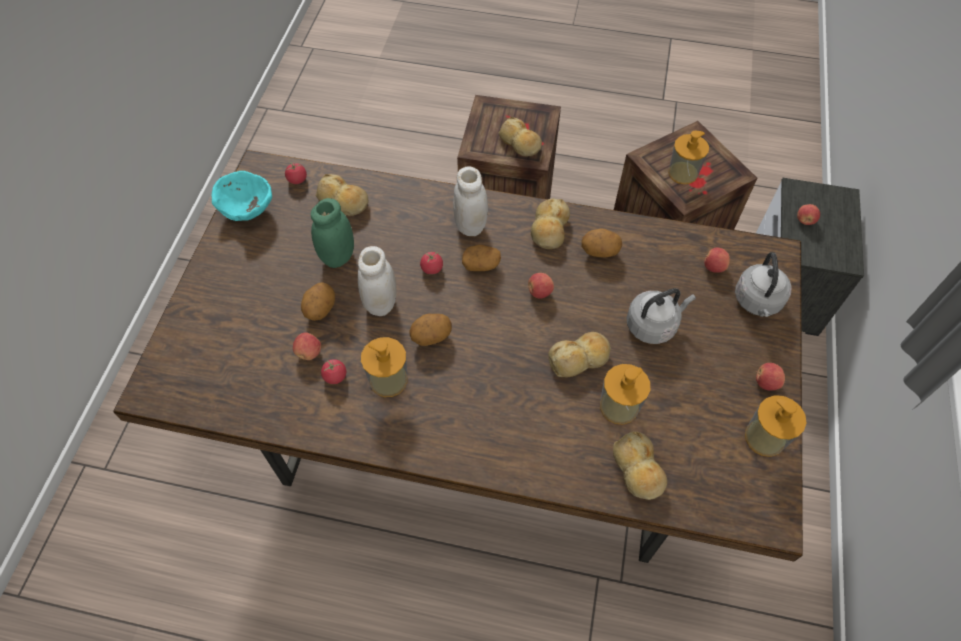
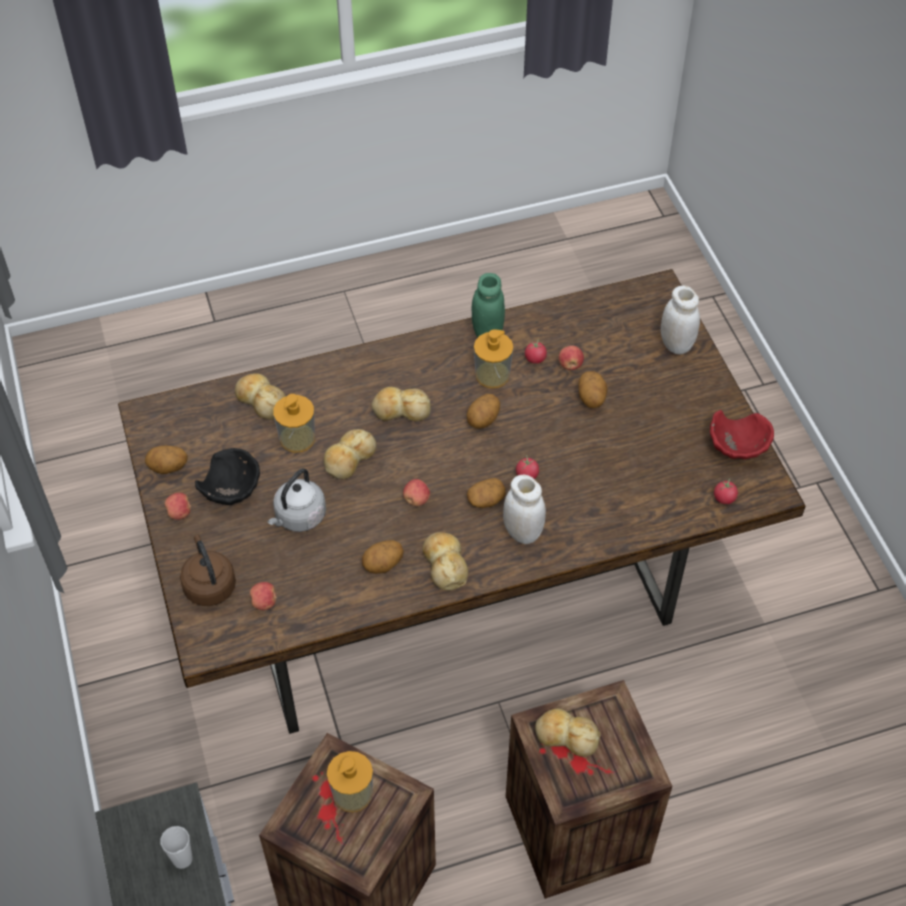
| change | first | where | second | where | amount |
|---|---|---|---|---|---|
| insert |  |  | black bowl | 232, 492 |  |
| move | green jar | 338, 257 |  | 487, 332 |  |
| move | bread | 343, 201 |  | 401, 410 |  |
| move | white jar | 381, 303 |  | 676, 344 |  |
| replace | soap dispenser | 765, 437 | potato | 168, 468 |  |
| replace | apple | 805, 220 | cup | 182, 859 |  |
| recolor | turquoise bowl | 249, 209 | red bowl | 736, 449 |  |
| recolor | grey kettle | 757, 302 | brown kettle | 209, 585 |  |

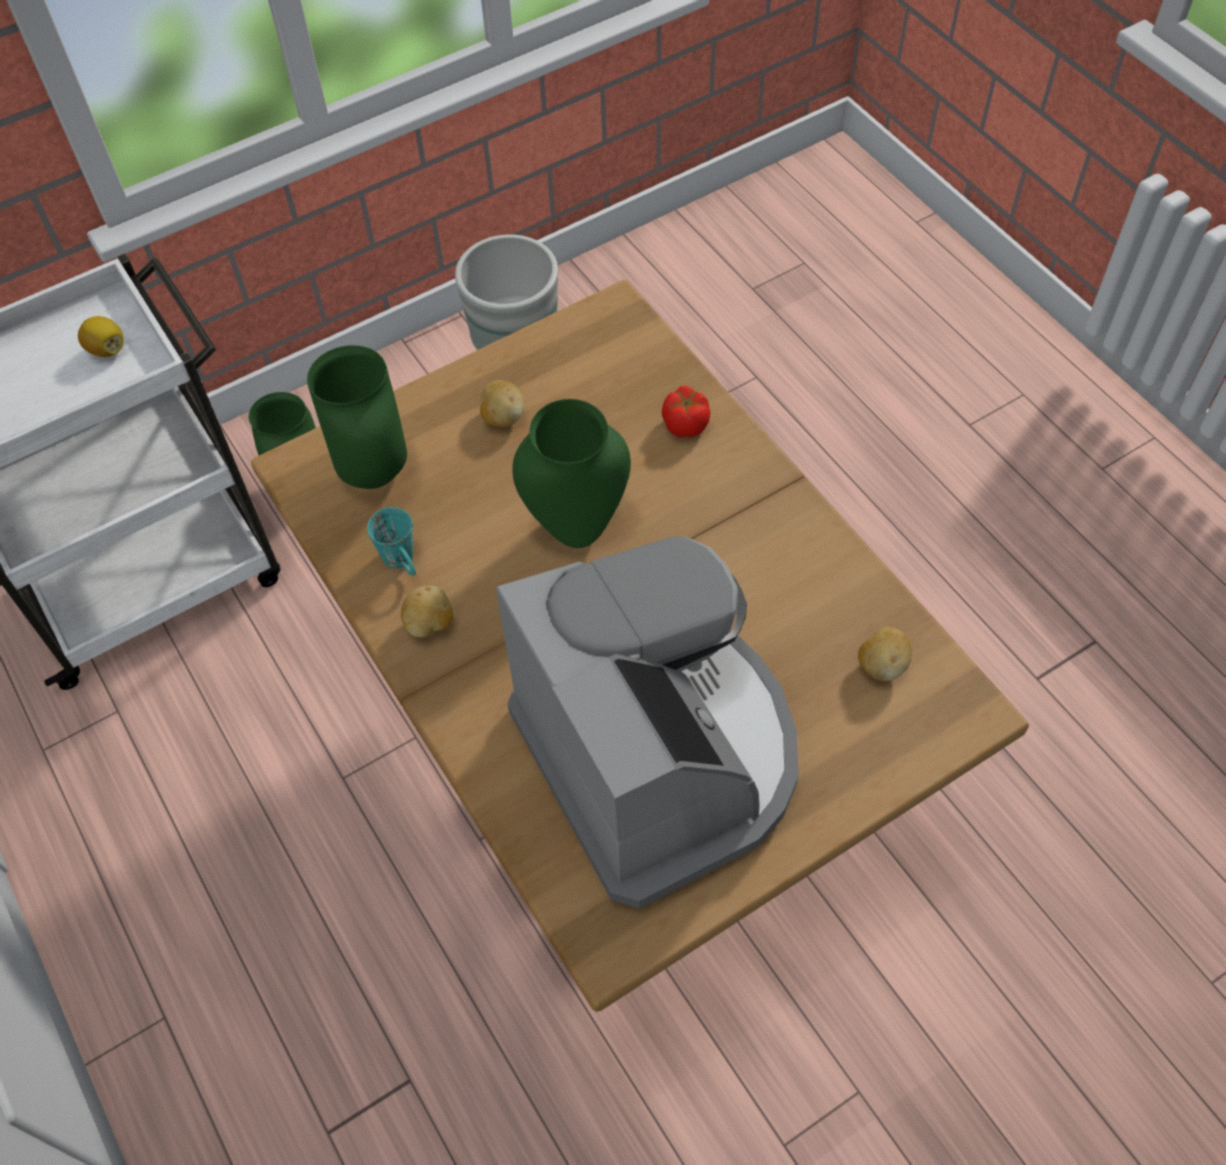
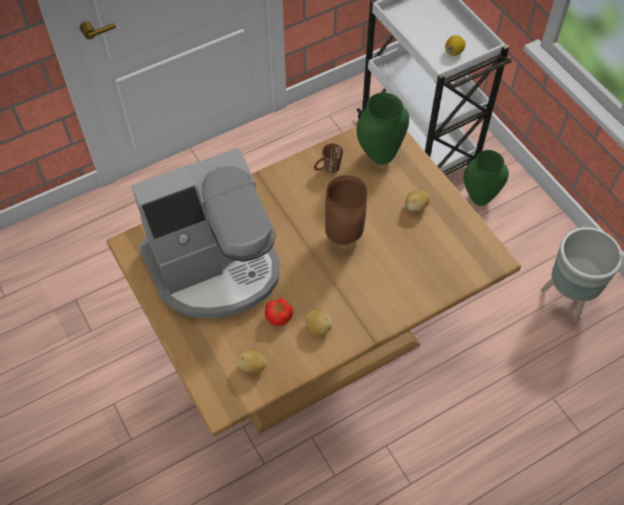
| change | first | where | second | where | amount |
|---|---|---|---|---|---|
| move | potato | 430, 624 |  | 317, 328 |  |
| move | tomato | 685, 424 |  | 279, 317 |  |
| recolor | turquoise mug | 403, 563 | brown mug | 327, 169 |  |
| recolor | green vase | 576, 531 | brown vase | 342, 237 |  |

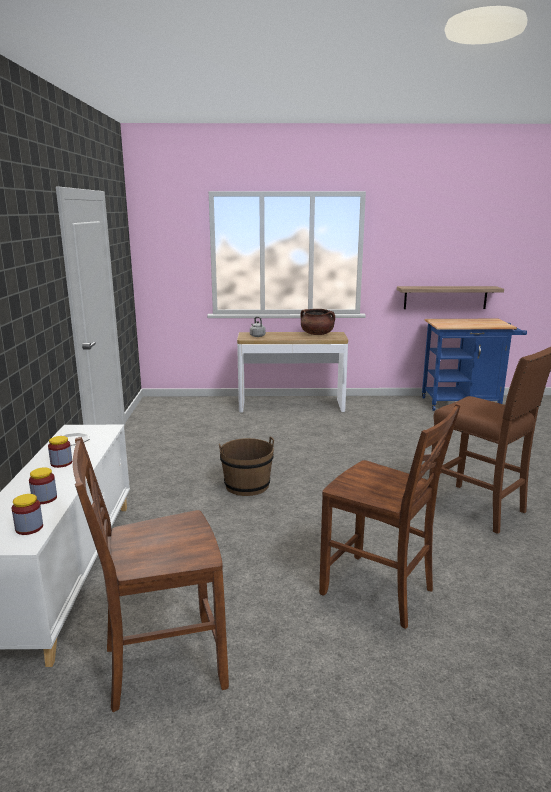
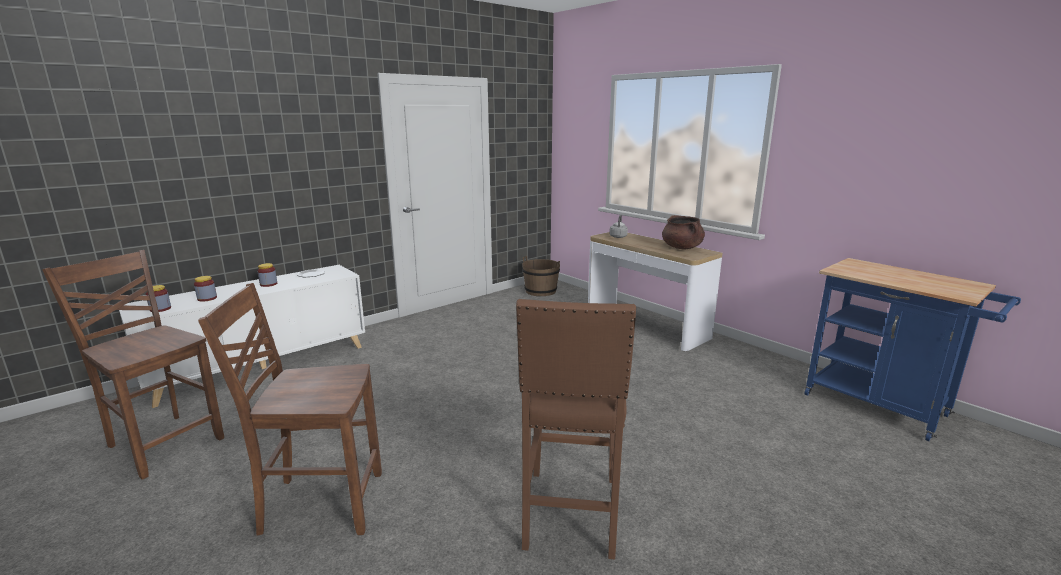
| change | first | where | second | where | amount |
|---|---|---|---|---|---|
| delete | shelf | 445, 297 |  |  |  |
| move | brown bucket | 247, 485 |  | 540, 291 |  |
| rotate | brown chair | 379, 592 |  | 320, 503 | 90 degrees clockwise |

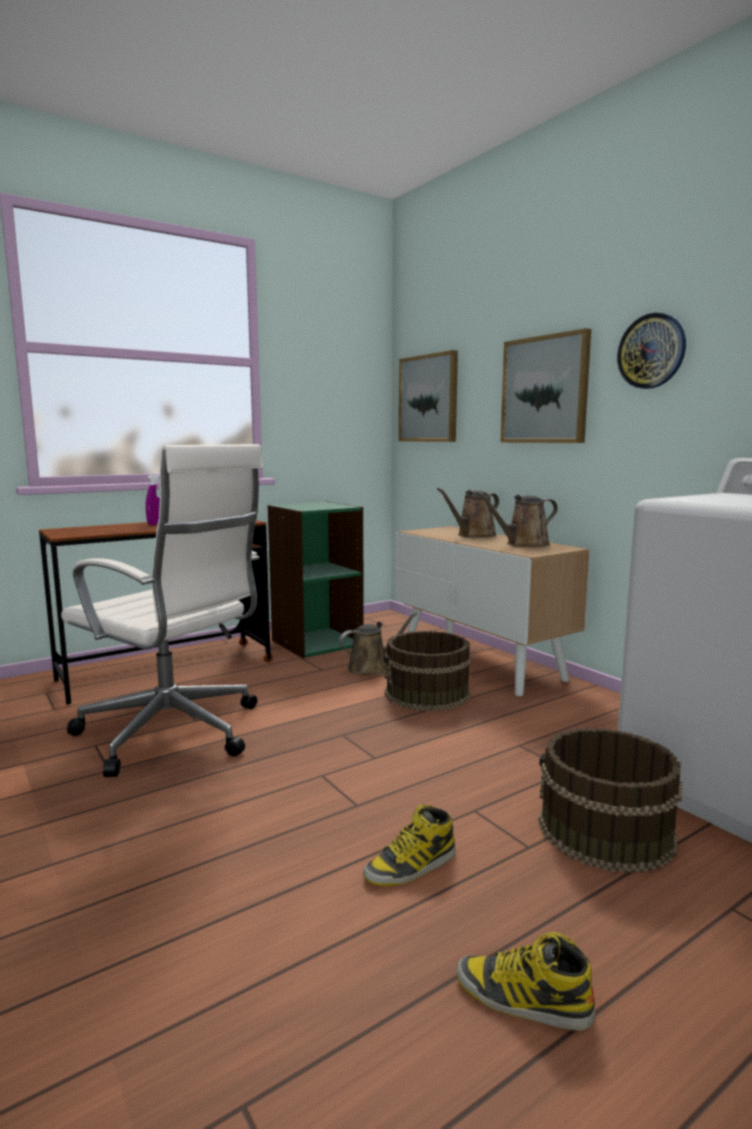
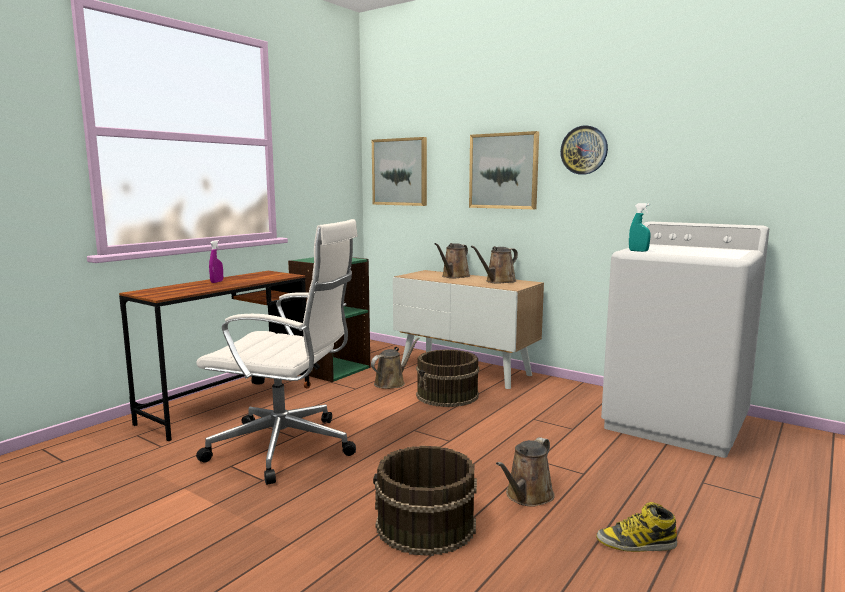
| change | first | where | second | where | amount |
|---|---|---|---|---|---|
| insert |  |  | turquoise spray bottle | 638, 251 |  |
| move | brown bucket | 605, 831 |  | 425, 525 |  |
| replace | boot | 411, 866 | brown watering can | 527, 496 |  |

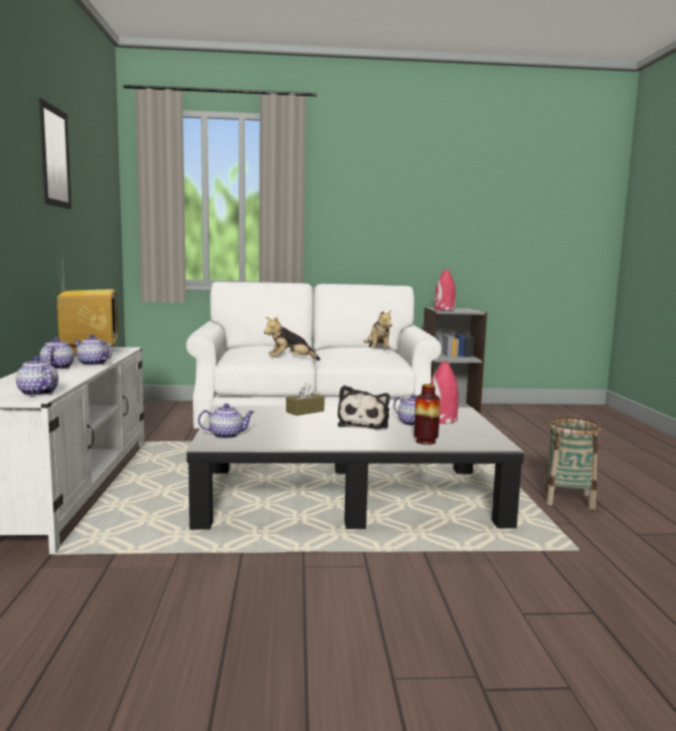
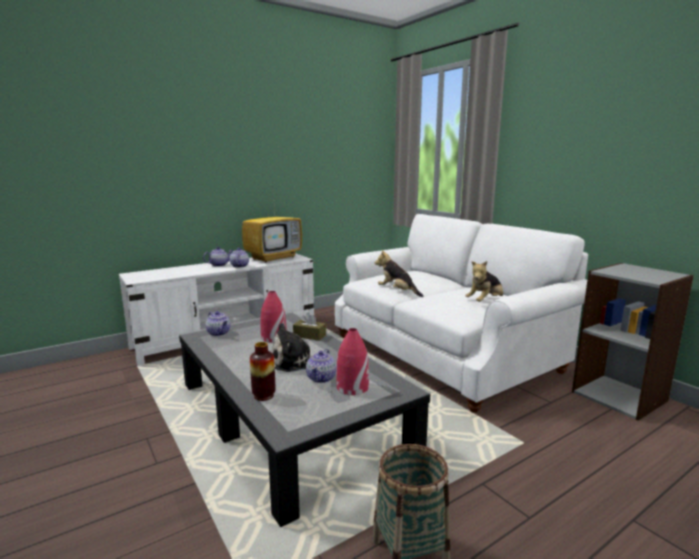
| change | first | where | second | where | amount |
|---|---|---|---|---|---|
| delete | teapot | 37, 393 |  |  |  |
| delete | picture | 55, 157 |  |  |  |
| move | red vase | 444, 309 |  | 273, 338 |  |

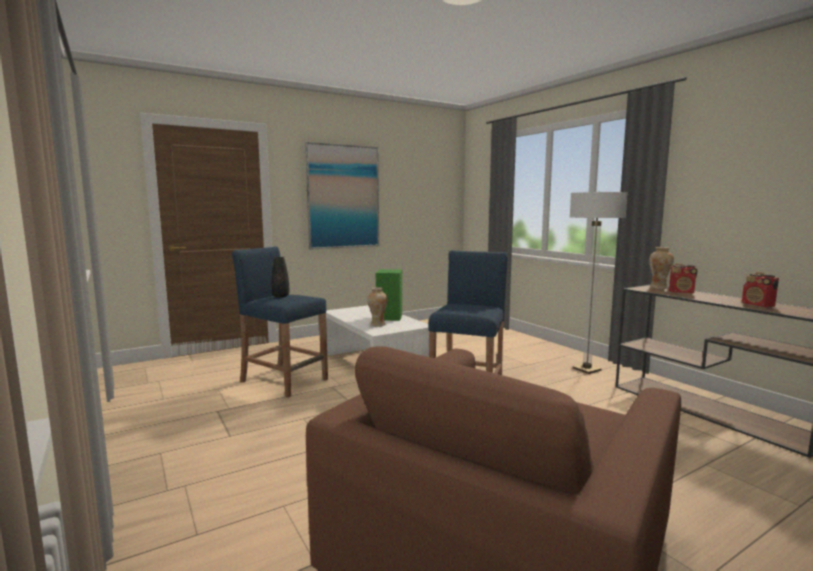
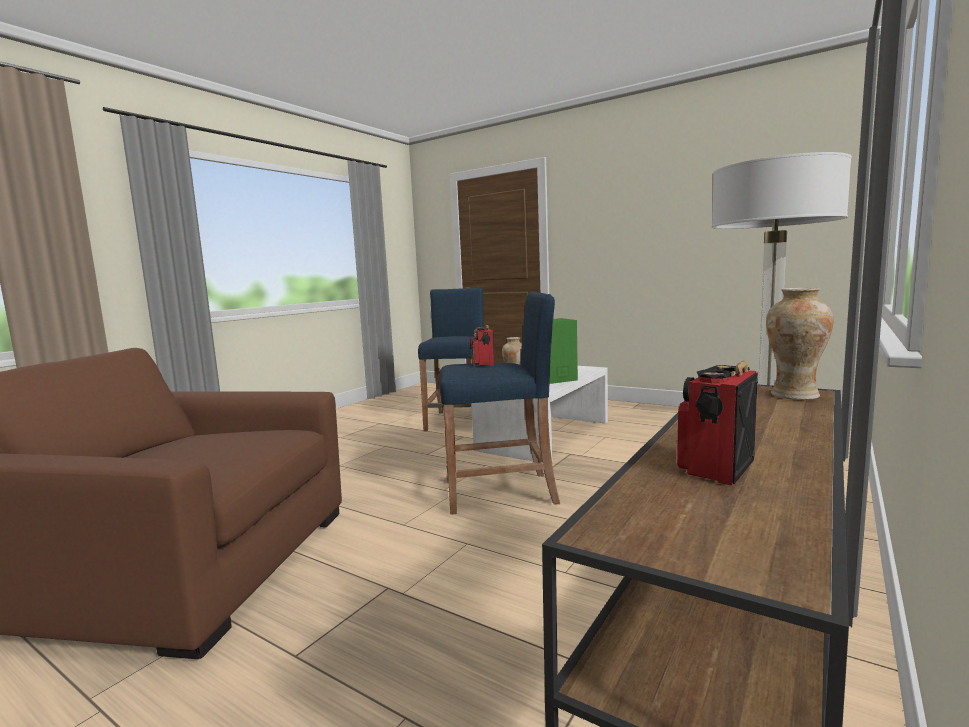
| change | first | where | second | where | amount |
|---|---|---|---|---|---|
| delete | black vase | 280, 296 |  |  |  |
| delete | picture | 343, 197 |  |  |  |
| move | radio | 682, 292 |  | 483, 364 |  |

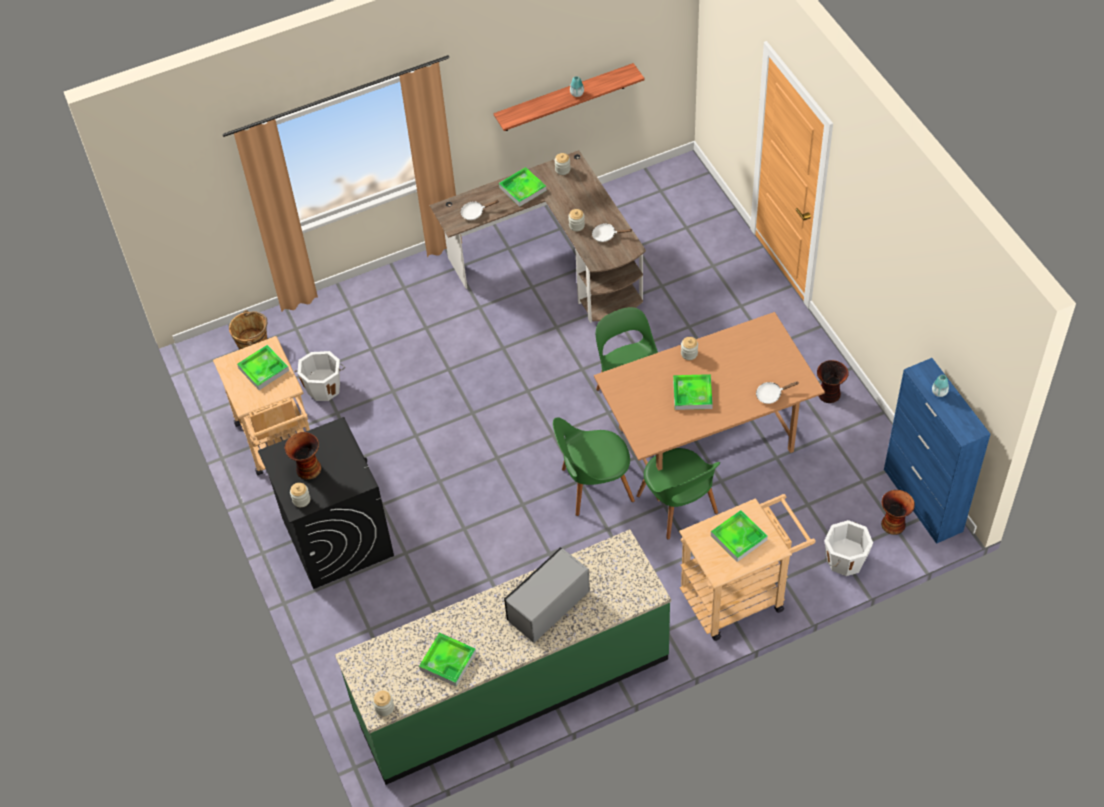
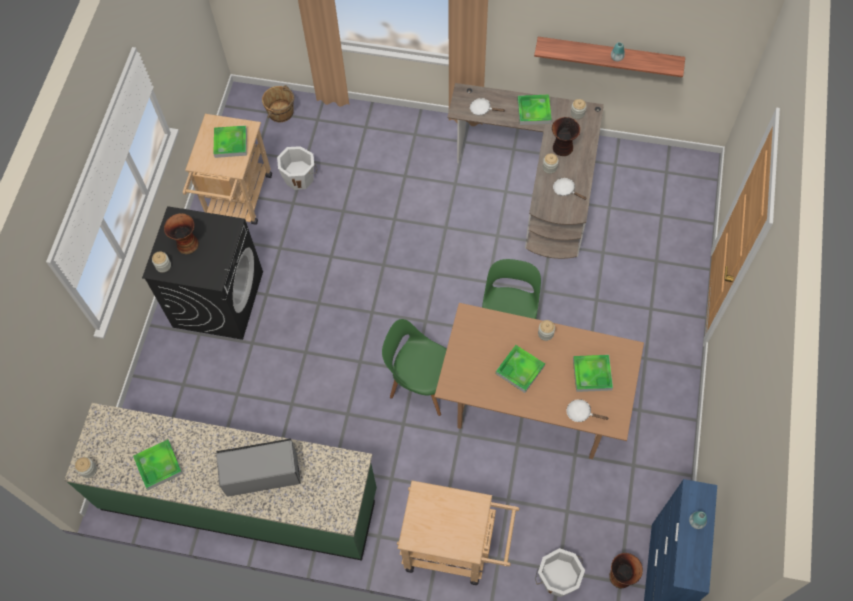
| change | first | where | second | where | amount |
|---|---|---|---|---|---|
| delete | green chair | 678, 507 |  |  |  |
| move | tray | 738, 537 |  | 592, 374 |  |
| move | vase | 829, 394 |  | 562, 148 |  |

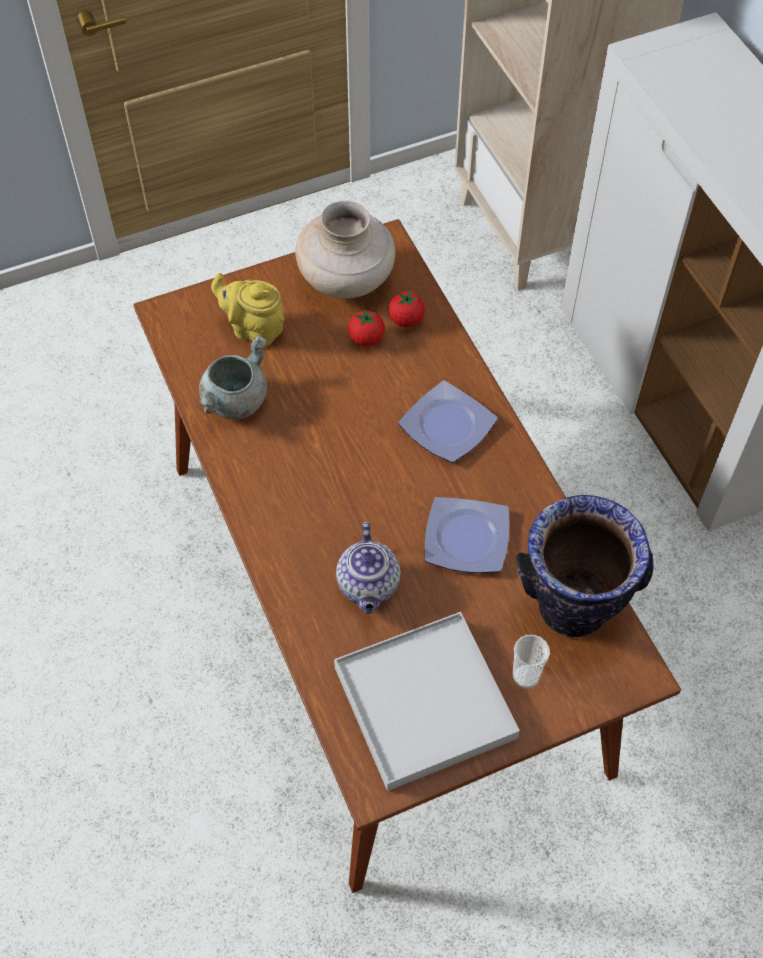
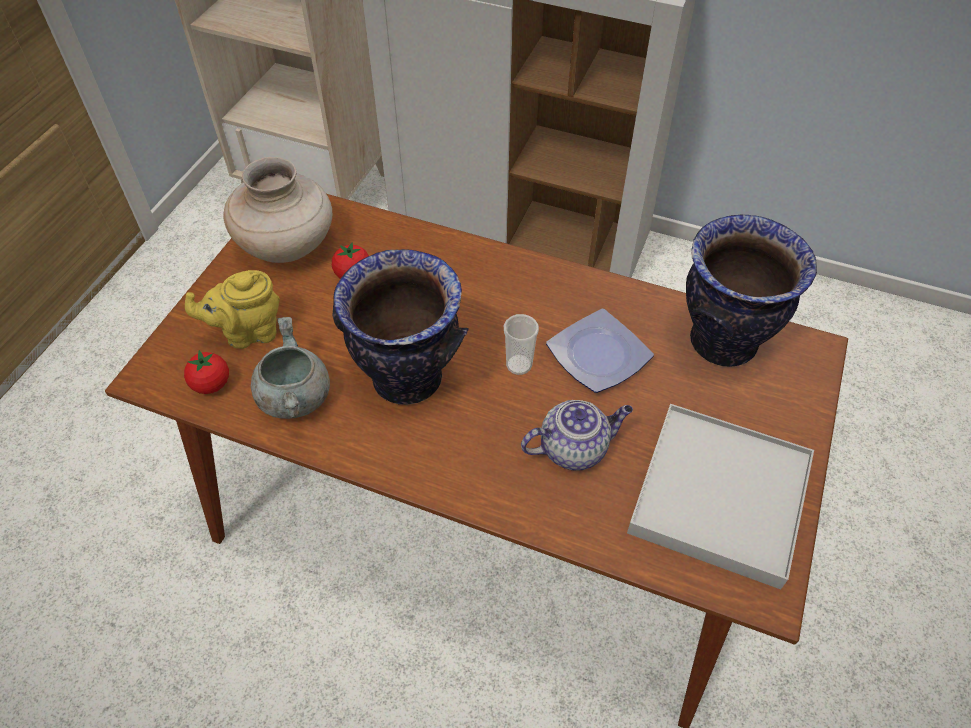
| change | first | where | second | where | amount |
|---|---|---|---|---|---|
| delete | plate | 449, 426 |  |  |  |
| insert |  |  | vase | 406, 379 |  |
| move | tomato | 406, 320 |  | 211, 384 |  |
| move | cup | 525, 676 |  | 519, 365 |  |
| rotate | teapot | 369, 586 |  | 574, 448 | 60 degrees counterclockwise |

